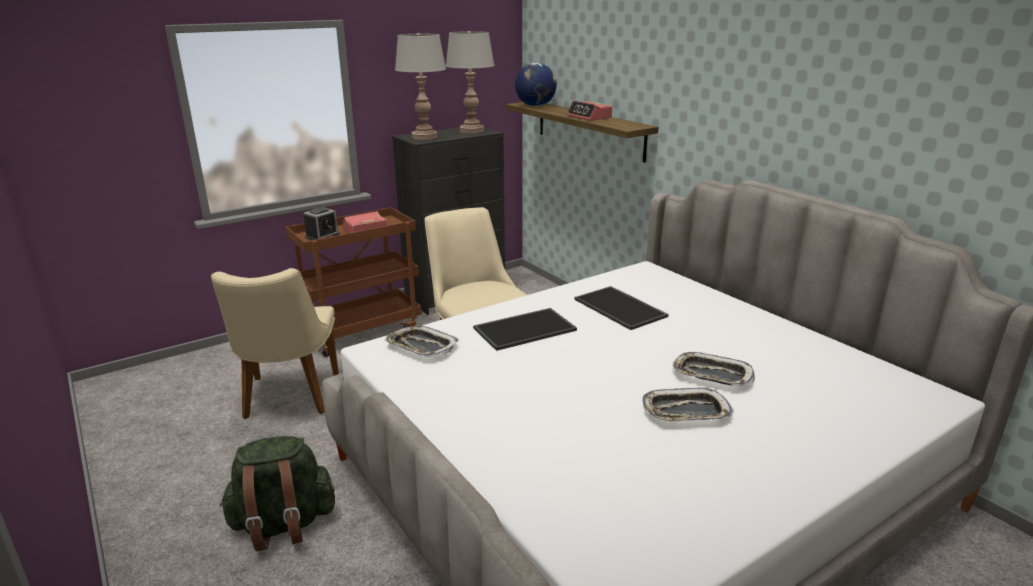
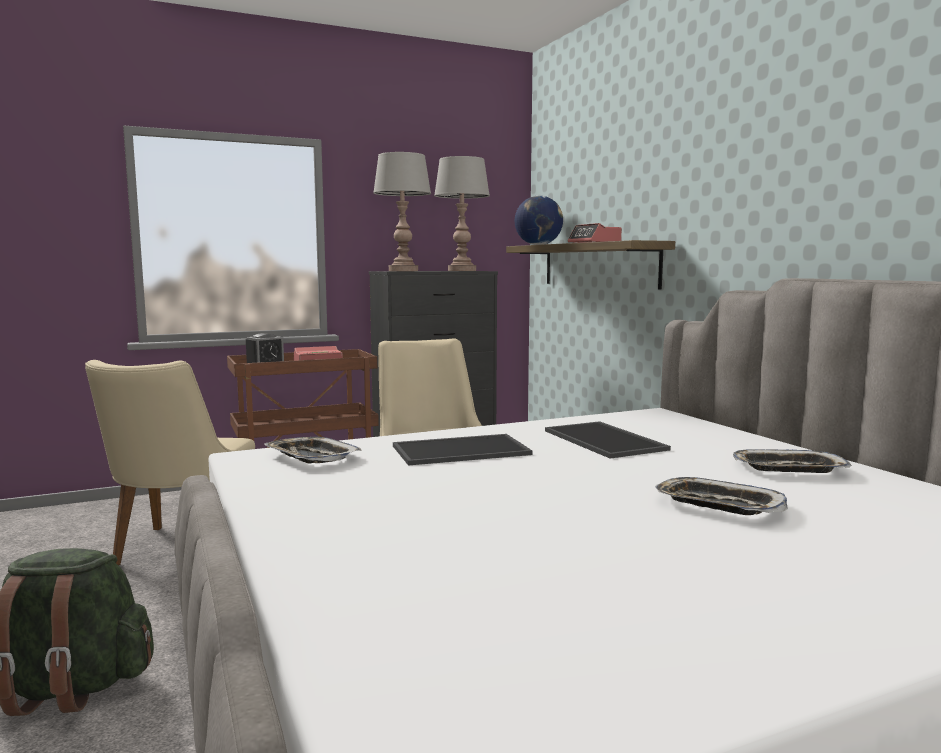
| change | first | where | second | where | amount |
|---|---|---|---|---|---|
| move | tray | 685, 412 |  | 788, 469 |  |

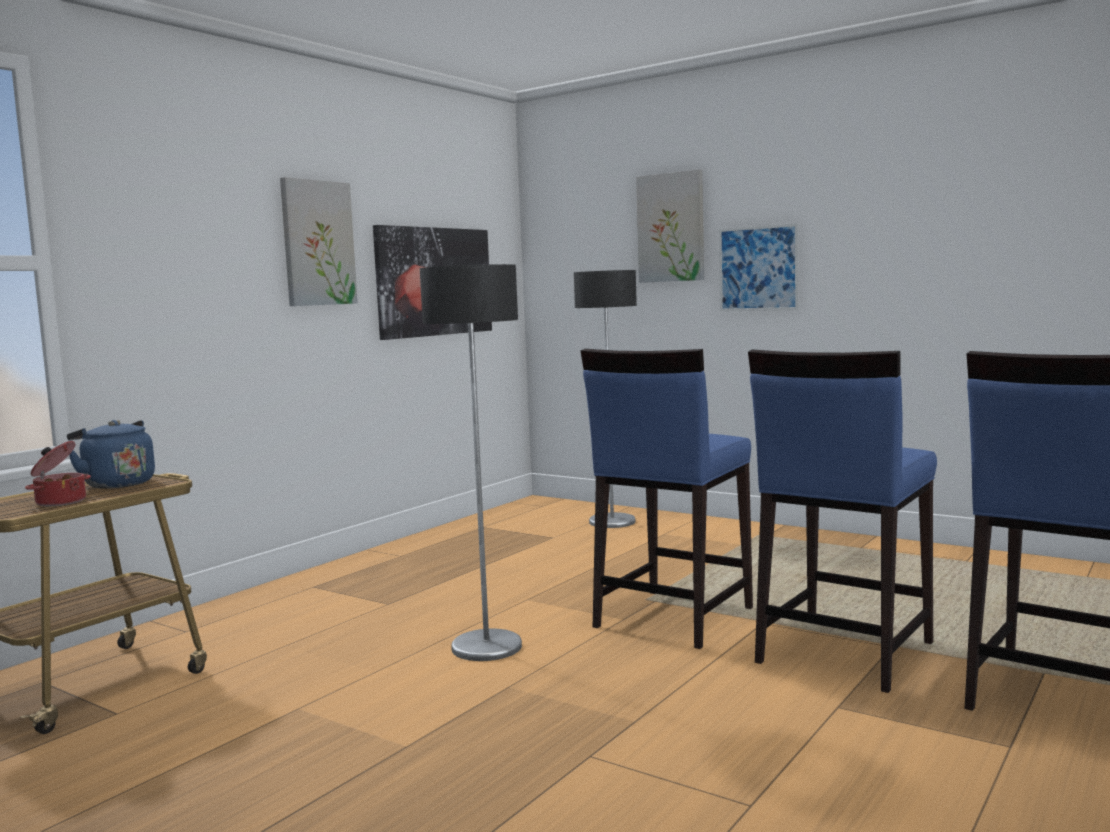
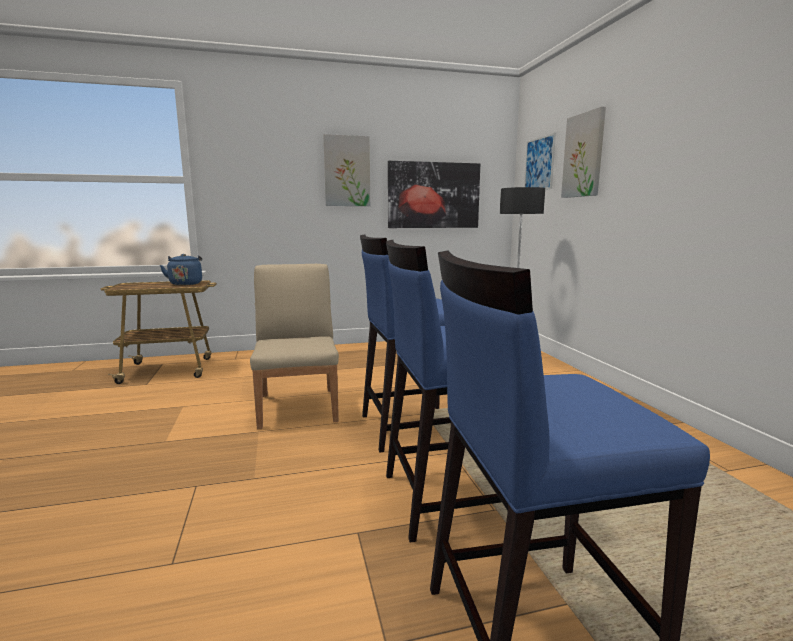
| change | first | where | second | where | amount |
|---|---|---|---|---|---|
| delete | cooking pot | 60, 502 |  |  |  |
| move | picture | 758, 268 |  | 539, 164 |  |
| replace | floor lamp | 486, 647 | beige chair | 299, 407 |  |

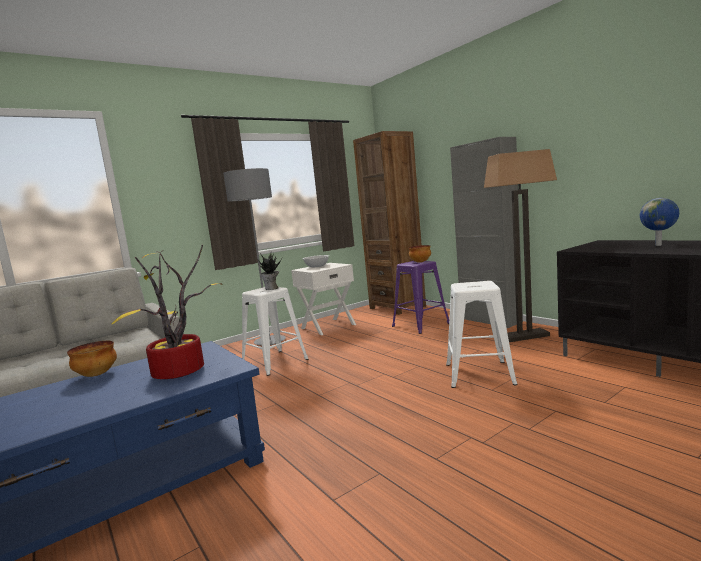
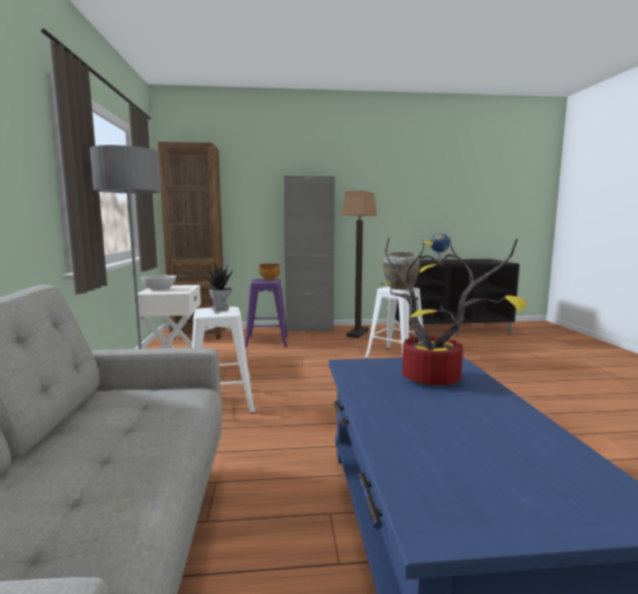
| change | first | where | second | where | amount |
|---|---|---|---|---|---|
| delete | bowl | 96, 375 |  |  |  |
| insert |  |  | beige vase | 400, 288 |  |

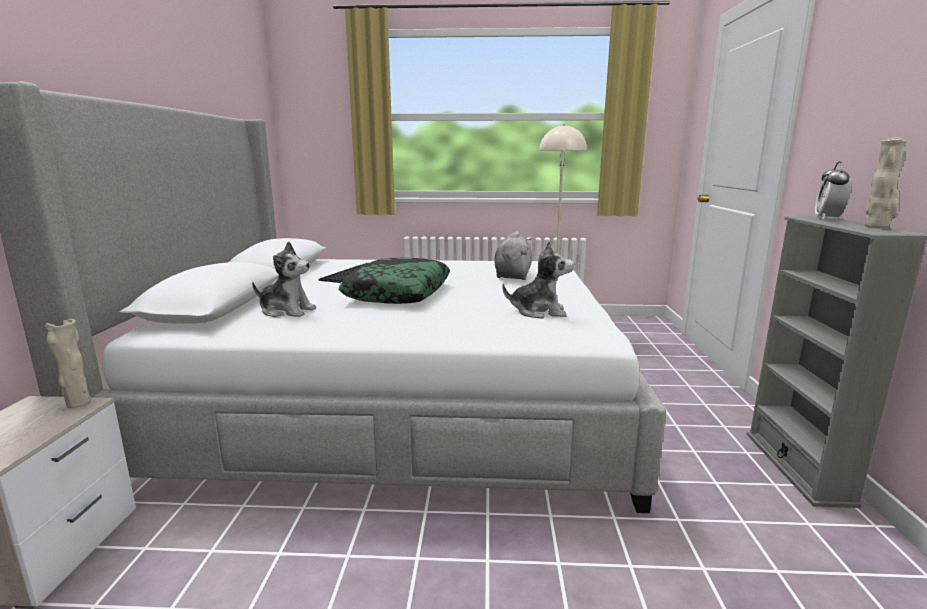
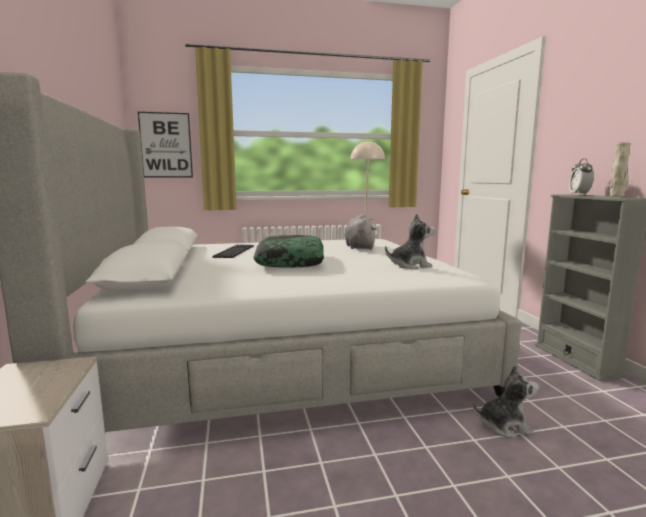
| change | first | where | second | where | amount |
|---|---|---|---|---|---|
| delete | beige vase | 78, 404 |  |  |  |
| insert |  |  | picture | 166, 145 |  |
| move | plush toy | 286, 311 |  | 504, 426 |  |

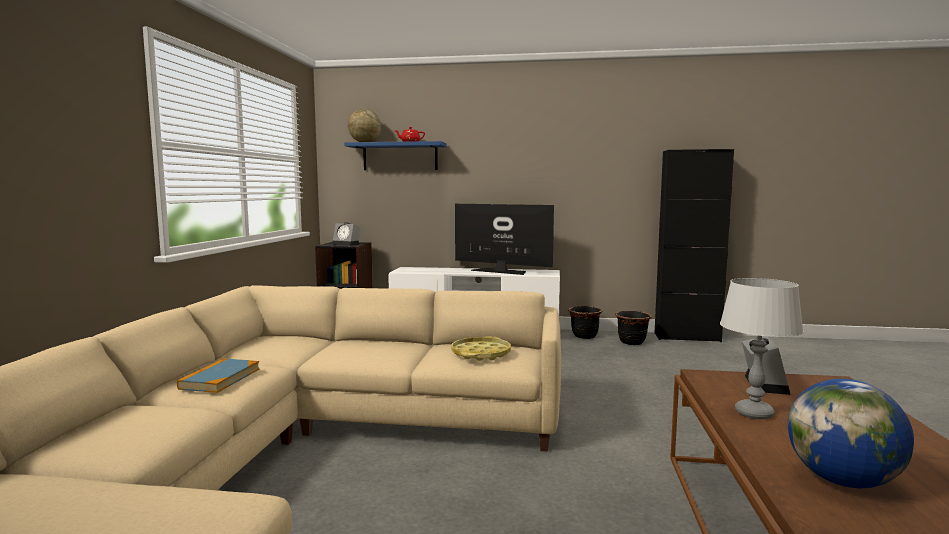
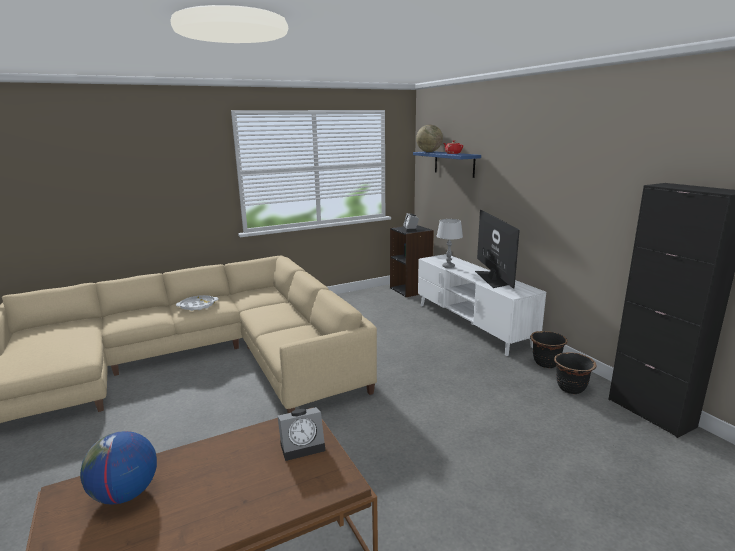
| change | first | where | second | where | amount |
|---|---|---|---|---|---|
| delete | yellow tray | 481, 354 |  |  |  |
| move | grey table lamp | 754, 413 |  | 448, 266 |  |
| replace | book | 220, 378 | white tray | 198, 306 |  |

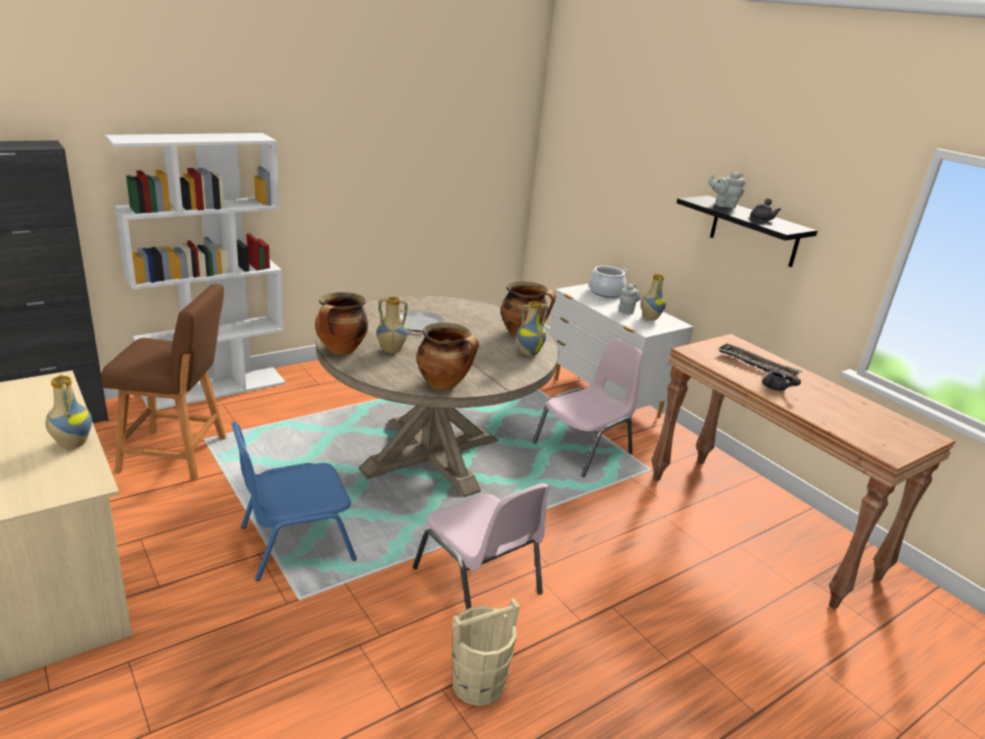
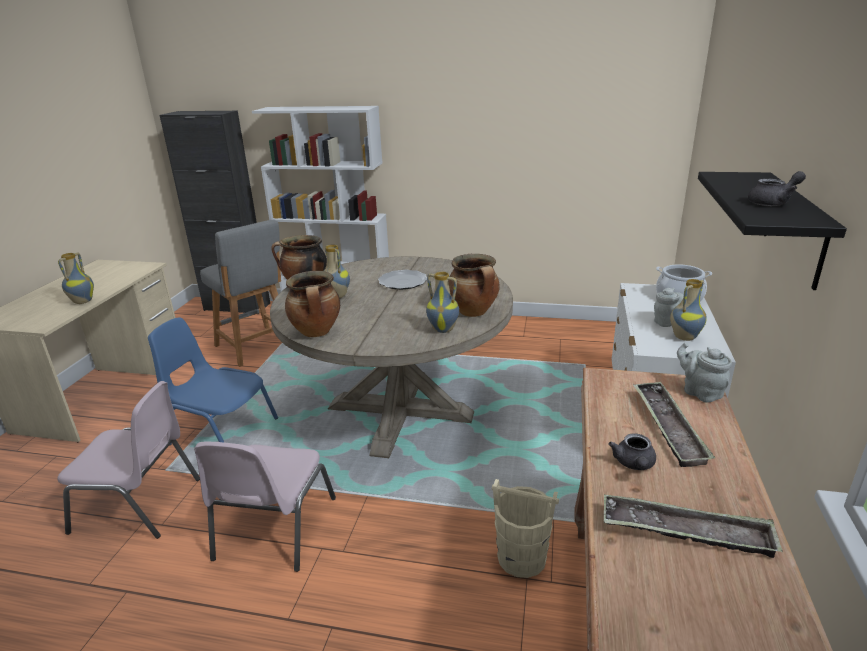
| change | first | where | second | where | amount |
|---|---|---|---|---|---|
| insert |  |  | tray | 686, 532 |  |
| move | beige bucket | 479, 683 |  | 522, 558 |  |
| move | pink chair | 584, 448 |  | 139, 505 |  |
| move | grey teapot | 723, 205 |  | 699, 392 |  |
| recolor | brown stool | 178, 455 | grey stool | 256, 347 |  |

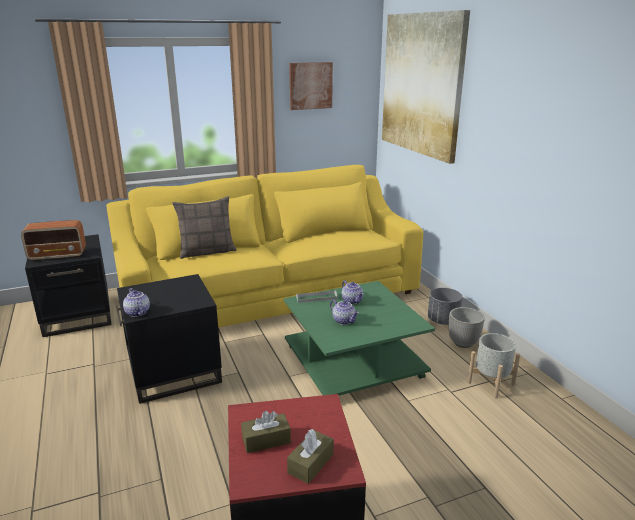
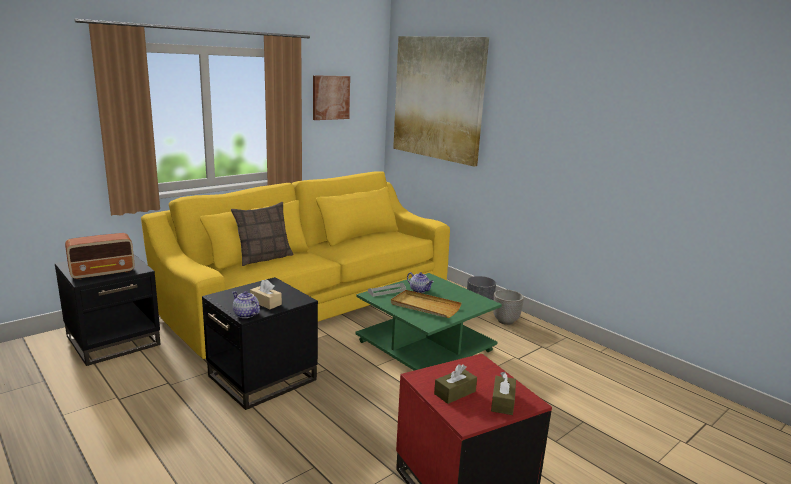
| change | first | where | second | where | amount |
|---|---|---|---|---|---|
| delete | grey planter | 490, 383 |  |  |  |
| insert |  |  | beige tissue box | 266, 303 |  |
| replace | teapot | 344, 321 | beige tray | 425, 306 |  |

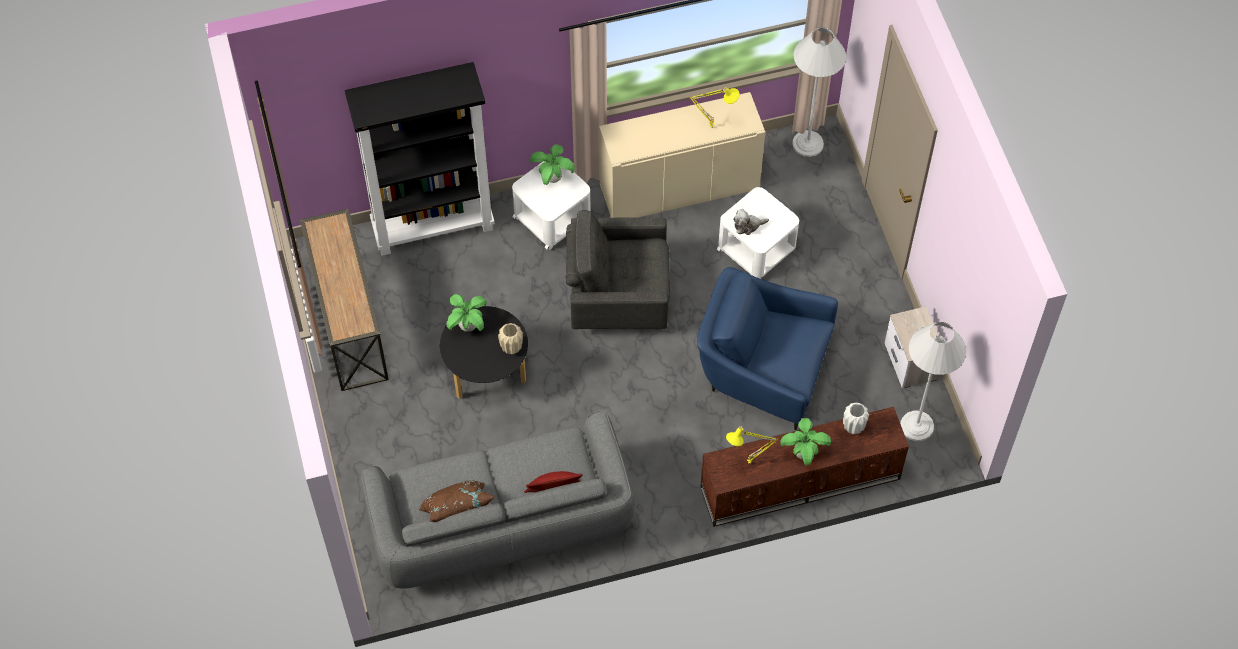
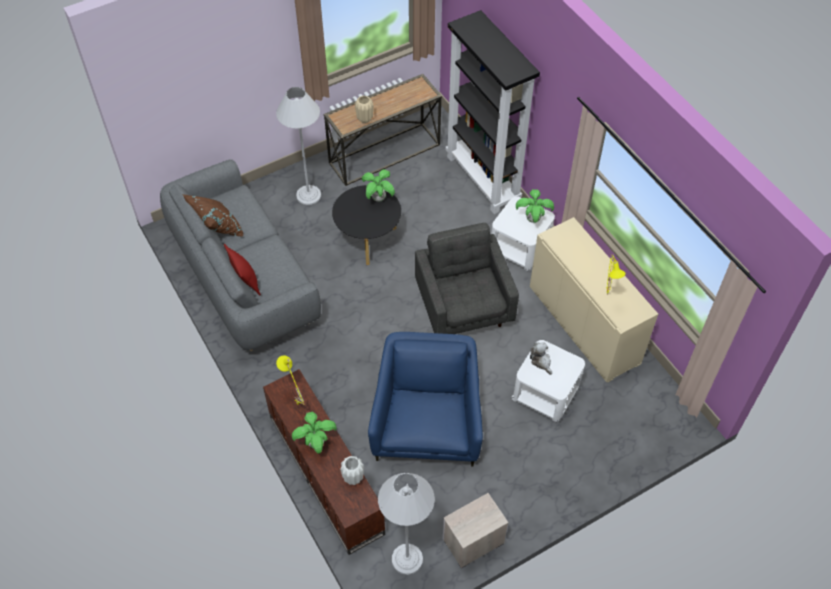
| change | first | where | second | where | amount |
|---|---|---|---|---|---|
| move | beige vase | 511, 347 |  | 365, 119 |  |
| move | white floor lamp | 807, 144 |  | 308, 195 |  |

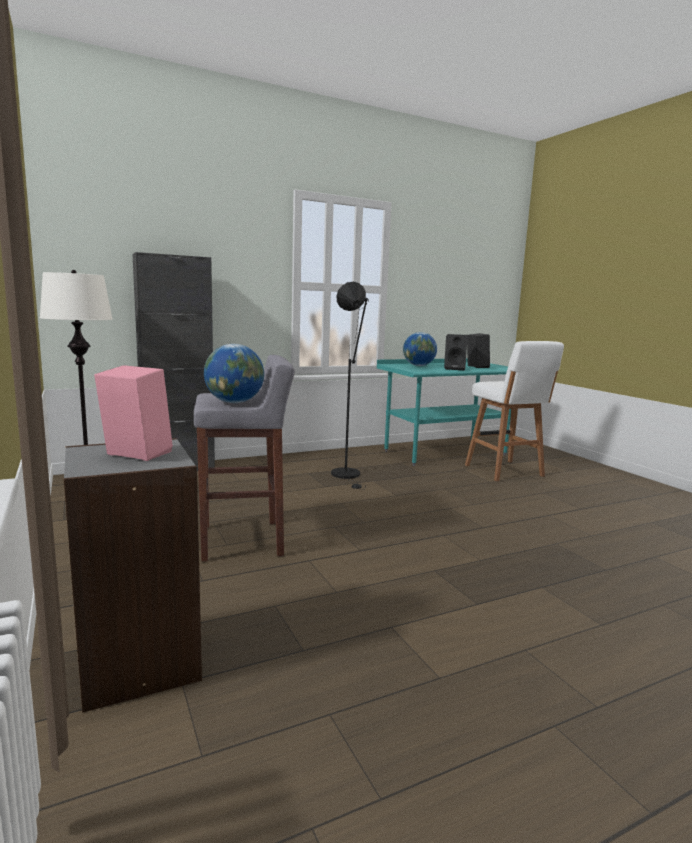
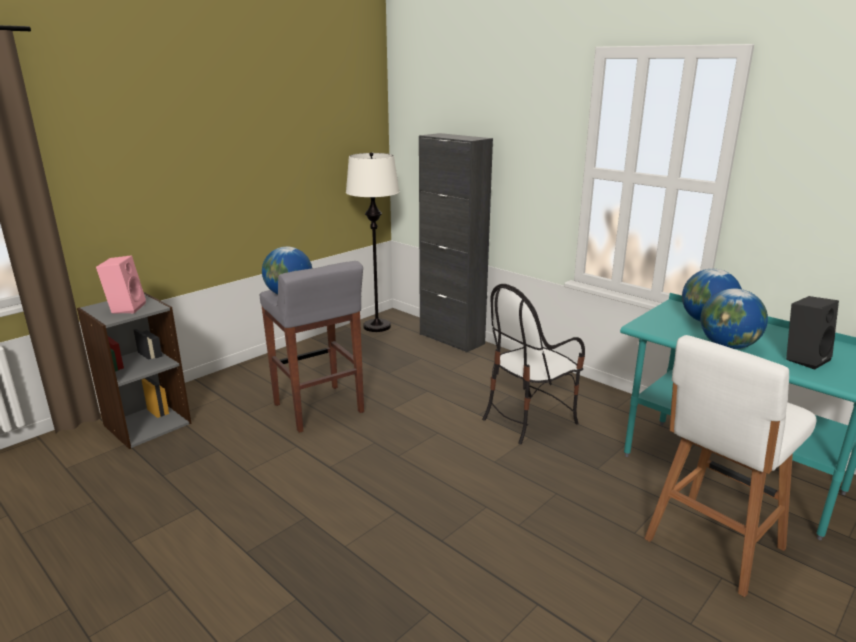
| change | first | where | second | where | amount |
|---|---|---|---|---|---|
| replace | black floor lamp | 348, 475 | chair | 528, 419 |  |
| replace | black speaker | 454, 369 | globe | 728, 346 |  |

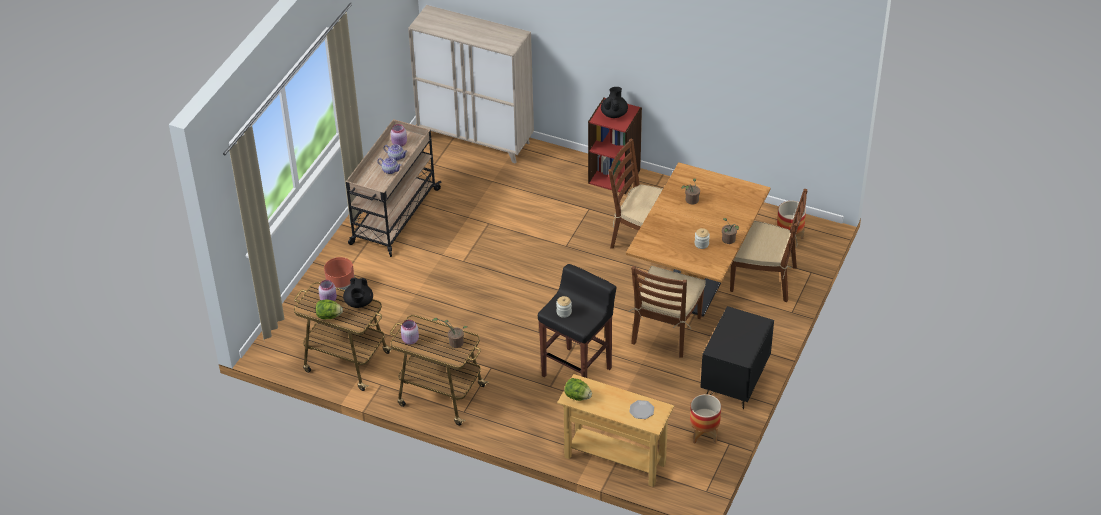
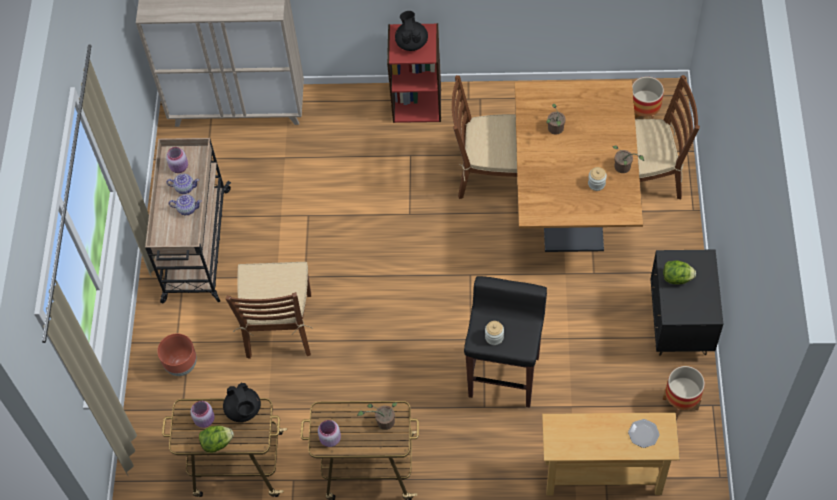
| change | first | where | second | where | amount |
|---|---|---|---|---|---|
| move | lettuce | 577, 396 |  | 676, 278 |  |
| move | brown chair | 666, 331 |  | 279, 326 |  |

